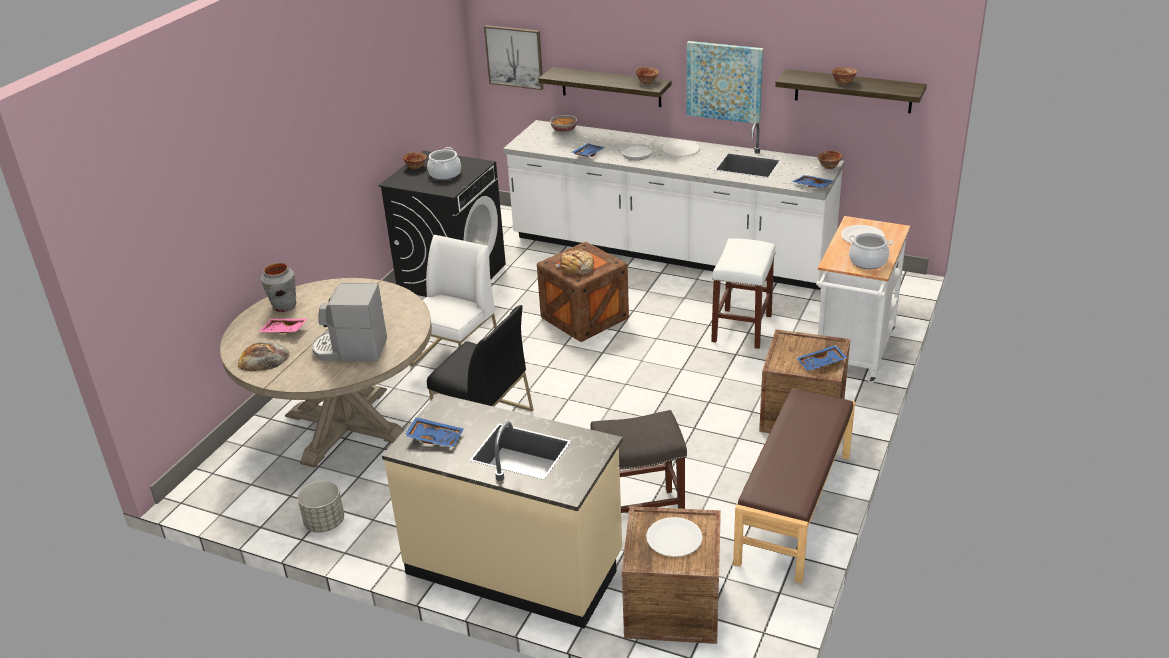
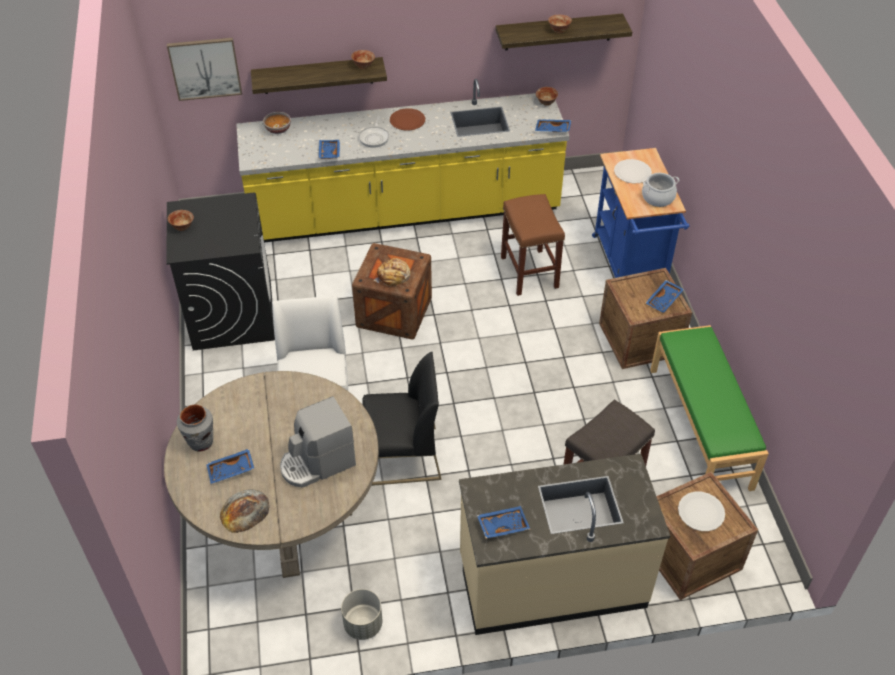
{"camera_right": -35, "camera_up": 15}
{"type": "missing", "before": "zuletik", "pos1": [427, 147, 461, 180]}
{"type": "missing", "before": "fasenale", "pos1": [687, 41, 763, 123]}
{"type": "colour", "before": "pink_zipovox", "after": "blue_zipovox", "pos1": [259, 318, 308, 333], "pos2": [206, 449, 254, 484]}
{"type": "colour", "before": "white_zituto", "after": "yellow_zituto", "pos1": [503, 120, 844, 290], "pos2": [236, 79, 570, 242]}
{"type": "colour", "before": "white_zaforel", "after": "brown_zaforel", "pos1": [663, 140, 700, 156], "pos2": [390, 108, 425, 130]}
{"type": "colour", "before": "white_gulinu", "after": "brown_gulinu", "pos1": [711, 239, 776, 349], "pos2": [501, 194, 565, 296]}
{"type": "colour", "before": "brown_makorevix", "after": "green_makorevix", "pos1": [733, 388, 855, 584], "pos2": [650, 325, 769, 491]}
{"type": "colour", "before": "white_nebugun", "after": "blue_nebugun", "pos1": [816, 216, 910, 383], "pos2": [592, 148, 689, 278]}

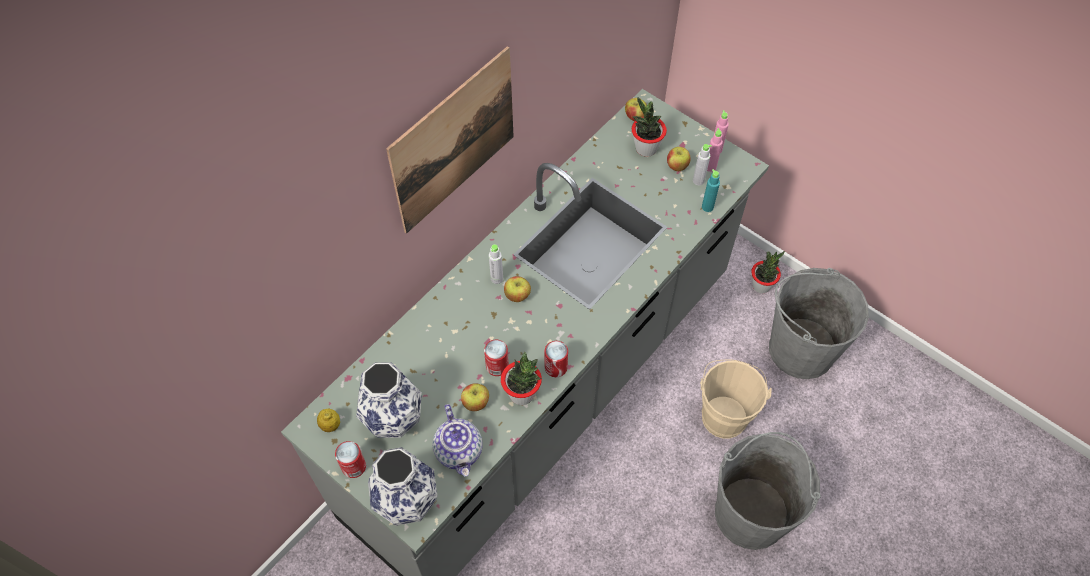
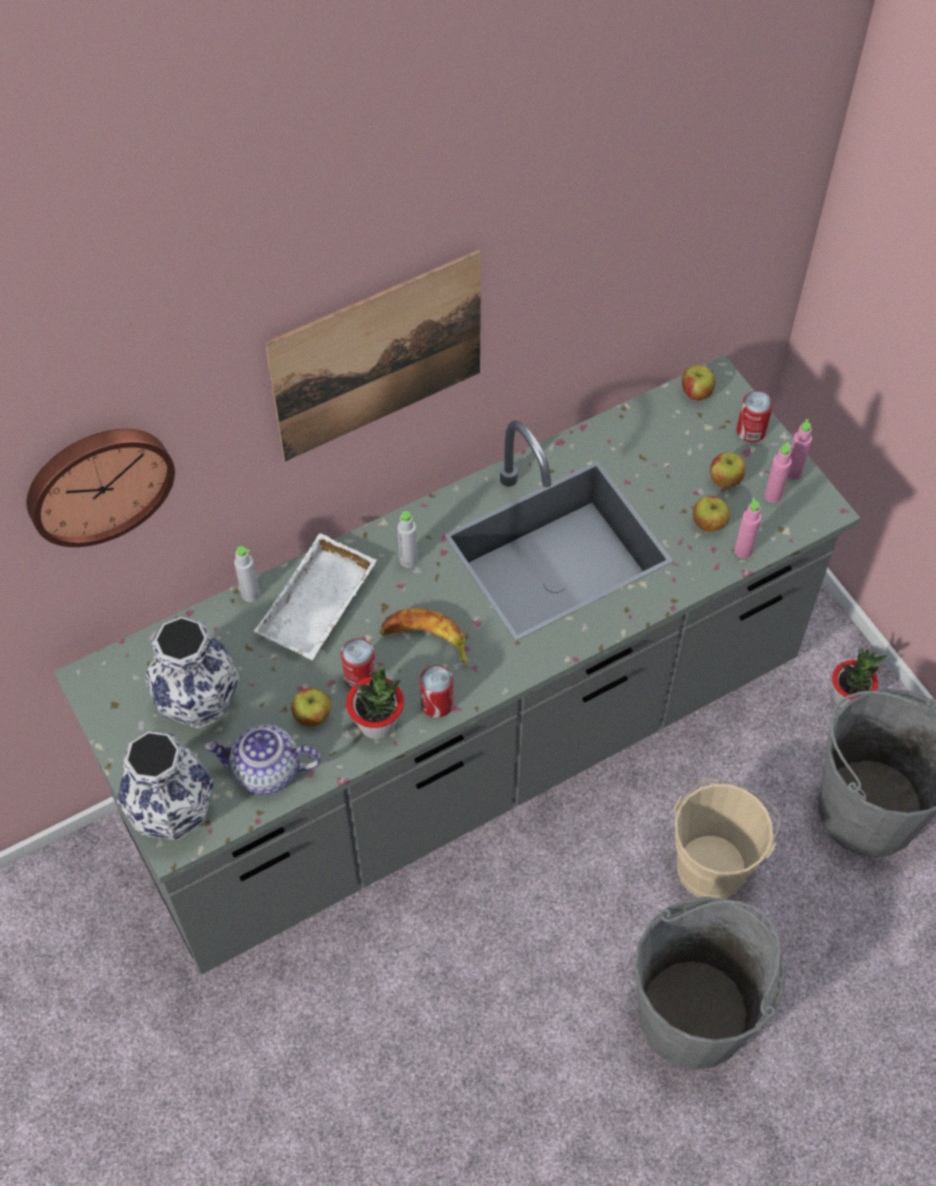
{"camera_right": 20, "camera_up": 0}
{"type": "missing", "before": "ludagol", "pos1": [317, 409, 340, 432]}
{"type": "missing", "before": "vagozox", "pos1": [632, 97, 667, 157]}
{"type": "appeared", "after": "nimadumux", "pos2": [27, 429, 175, 547]}
{"type": "appeared", "after": "white_zipovox", "pos2": [254, 533, 377, 661]}
{"type": "appeared", "after": "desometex", "pos2": [380, 608, 468, 668]}
{"type": "relocated", "before": "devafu", "pos1": [335, 441, 366, 478], "pos2": [737, 391, 773, 442]}
{"type": "relocated", "before": "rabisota", "pos1": [504, 276, 531, 302], "pos2": [693, 496, 730, 532]}
{"type": "relocated", "before": "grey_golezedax", "pos1": [693, 144, 712, 186], "pos2": [234, 546, 260, 602]}
{"type": "colour", "before": "turquoise_golezedax", "after": "pink_golezedax", "pos1": [702, 169, 720, 212], "pos2": [734, 498, 761, 558]}
{"type": "spun", "before": "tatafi", "pos1": [433, 404, 483, 476], "pos2": [204, 724, 321, 794], "turn": 90}

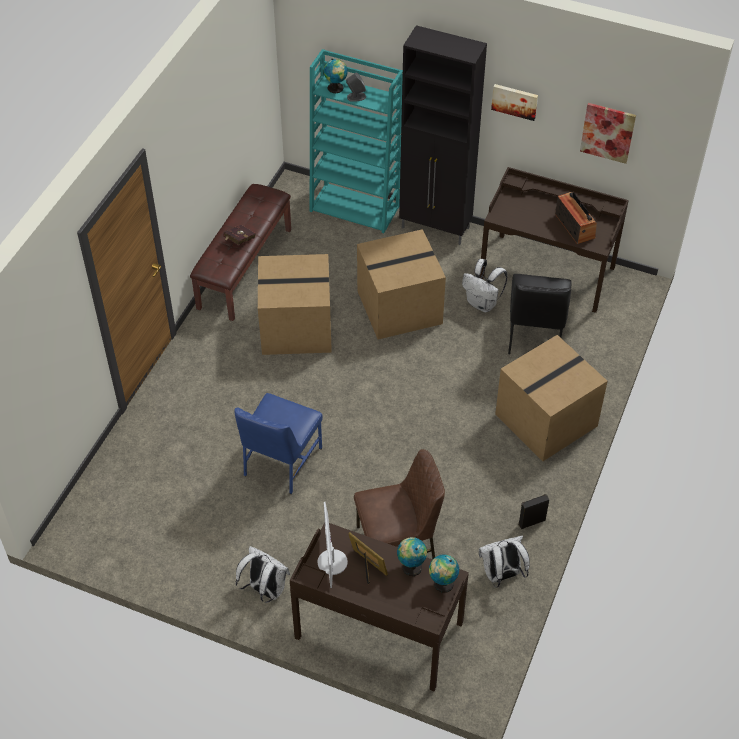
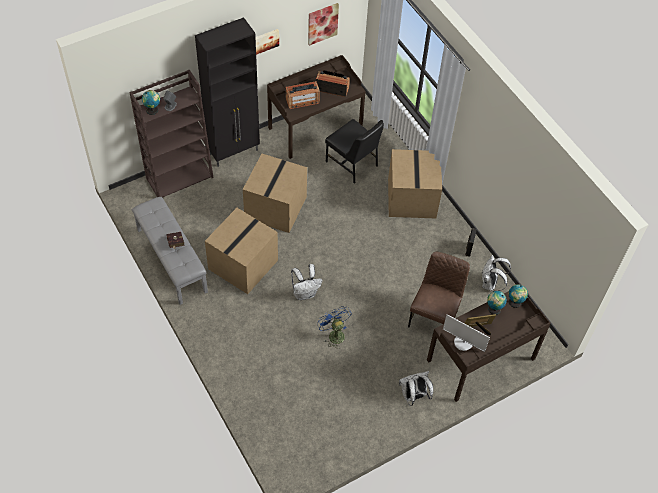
{"camera_right": -55, "camera_up": 5}
{"type": "appeared", "after": "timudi", "pos2": [286, 81, 320, 109]}
{"type": "relocated", "before": "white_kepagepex", "pos1": [462, 259, 507, 312], "pos2": [291, 264, 322, 300]}
{"type": "exchanged", "before": "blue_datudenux", "after": "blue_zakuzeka", "pos1": [234, 393, 323, 494], "pos2": [317, 307, 352, 349]}
{"type": "colour", "before": "brown_makorevix", "after": "grey_makorevix", "pos1": [190, 184, 291, 321], "pos2": [132, 197, 208, 305]}
{"type": "colour", "before": "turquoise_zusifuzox", "after": "brown_zusifuzox", "pos1": [310, 49, 403, 233], "pos2": [129, 70, 214, 198]}

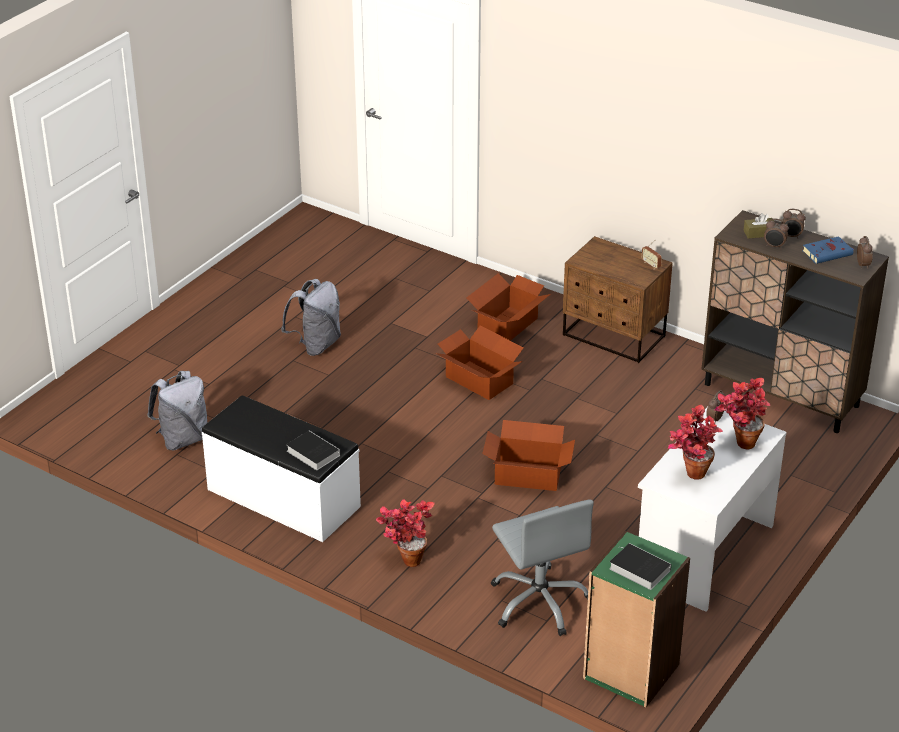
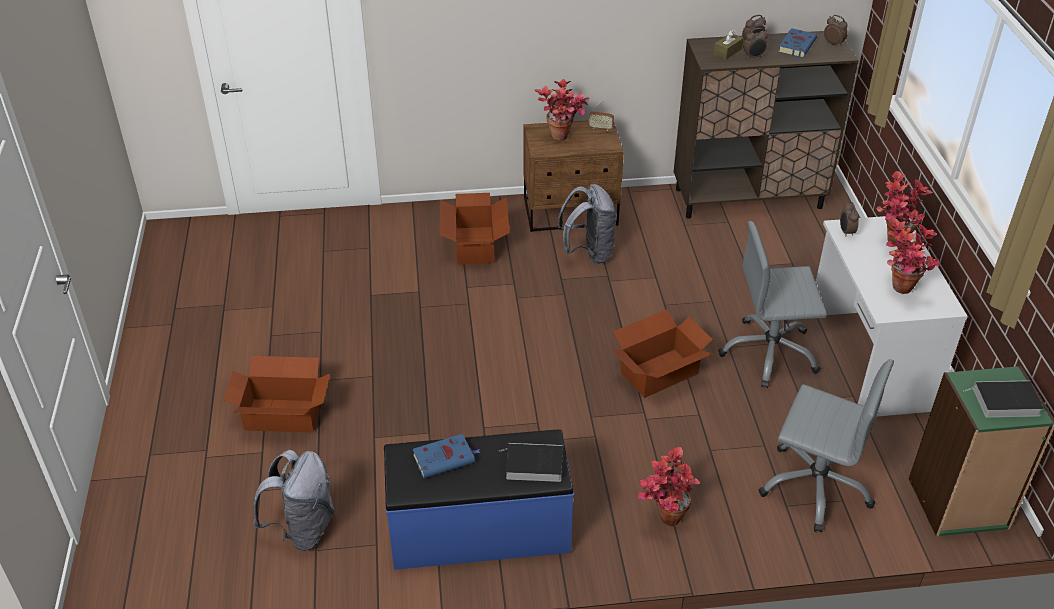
{"camera_right": -40, "camera_up": 5}
{"type": "appeared", "after": "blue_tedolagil", "pos2": [413, 434, 480, 478]}
{"type": "appeared", "after": "vagozox", "pos2": [535, 79, 590, 141]}
{"type": "appeared", "after": "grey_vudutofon", "pos2": [718, 221, 827, 388]}
{"type": "relocated", "before": "grey_kepagepex", "pos1": [281, 279, 341, 356], "pos2": [558, 184, 617, 264]}
{"type": "relocated", "before": "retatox", "pos1": [436, 325, 523, 400], "pos2": [223, 356, 331, 433]}
{"type": "colour", "before": "white_makorevix", "after": "blue_makorevix", "pos1": [202, 396, 361, 542], "pos2": [384, 429, 574, 570]}

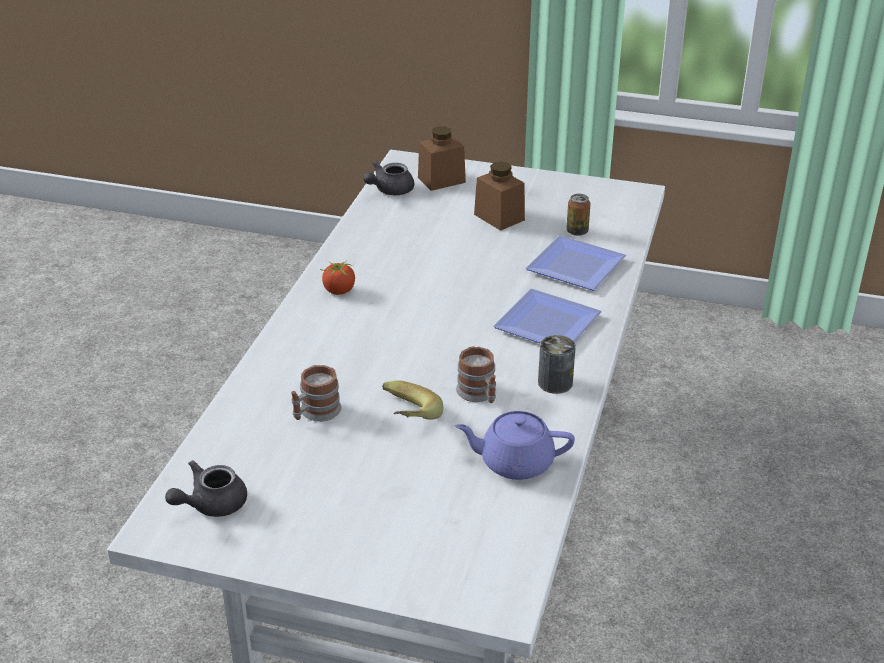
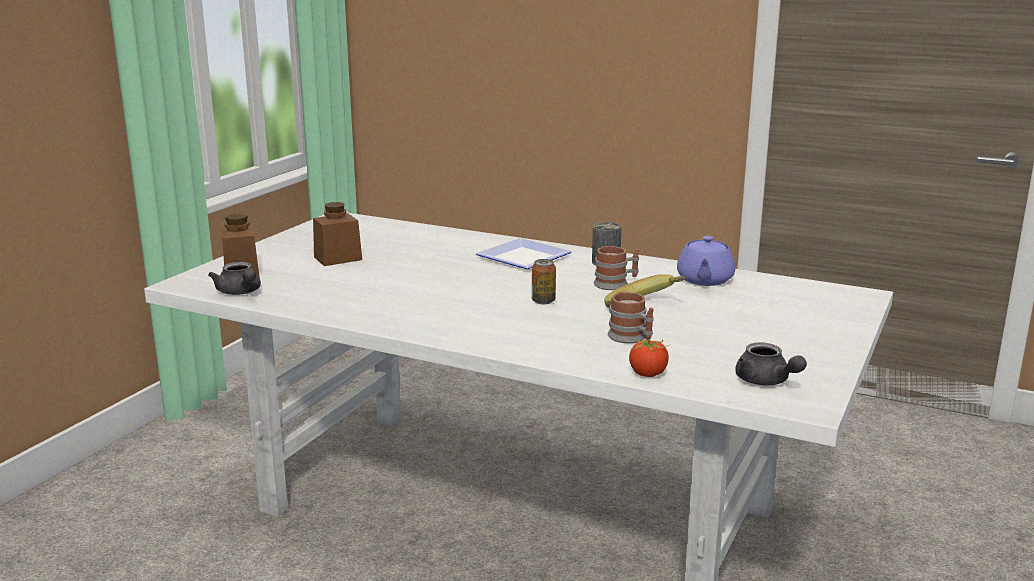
{"camera_right": -80, "camera_up": -15}
{"type": "missing", "before": "zaforel", "pos1": [525, 235, 626, 290]}
{"type": "relocated", "before": "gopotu", "pos1": [320, 260, 355, 295], "pos2": [629, 339, 669, 377]}
{"type": "relocated", "before": "devafu", "pos1": [566, 194, 591, 236], "pos2": [532, 259, 556, 304]}

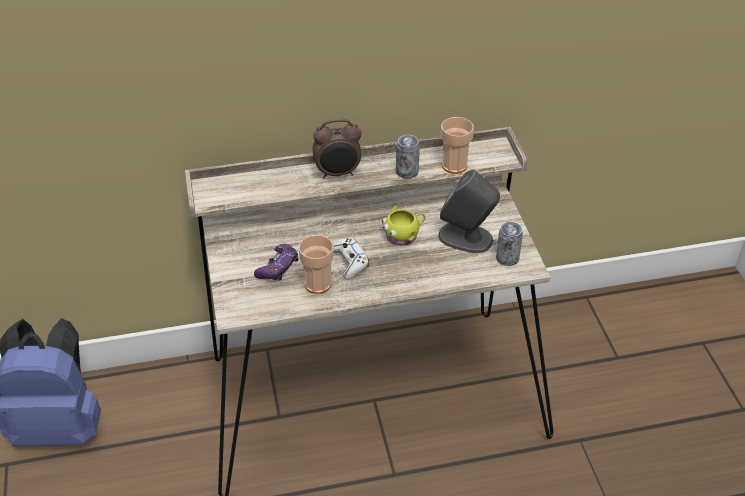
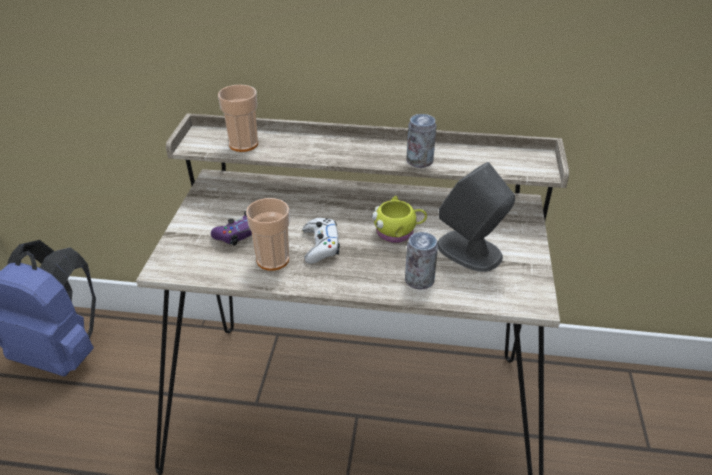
{"camera_right": 20, "camera_up": -5}
{"type": "missing", "before": "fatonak", "pos1": [313, 119, 361, 179]}
{"type": "relocated", "before": "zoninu", "pos1": [441, 117, 474, 174], "pos2": [218, 85, 258, 152]}
{"type": "relocated", "before": "devafu", "pos1": [496, 222, 523, 266], "pos2": [405, 232, 438, 290]}

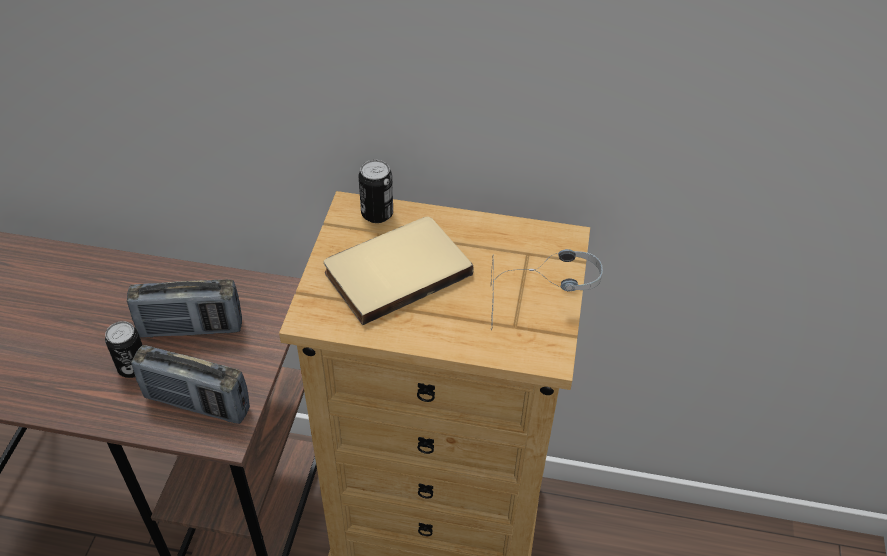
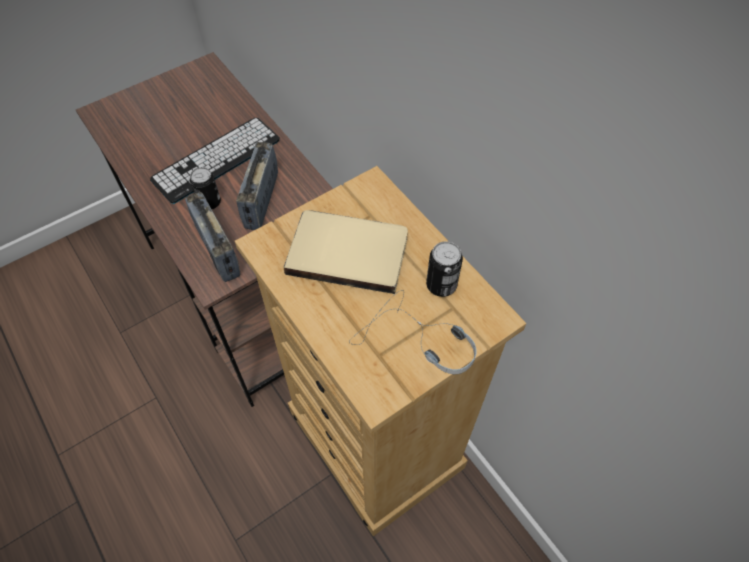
{"camera_right": 45, "camera_up": 10}
{"type": "appeared", "after": "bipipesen", "pos2": [150, 117, 280, 204]}
{"type": "relocated", "before": "devafu", "pos1": [358, 160, 393, 223], "pos2": [426, 241, 463, 297]}
{"type": "spun", "before": "timudi", "pos1": [127, 279, 242, 337], "pos2": [236, 142, 278, 230], "turn": 60}

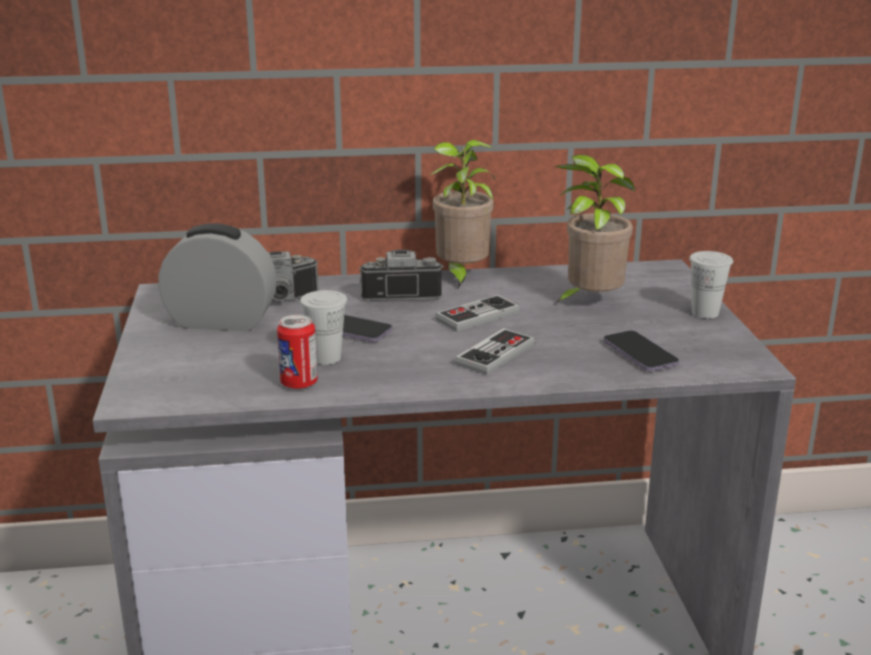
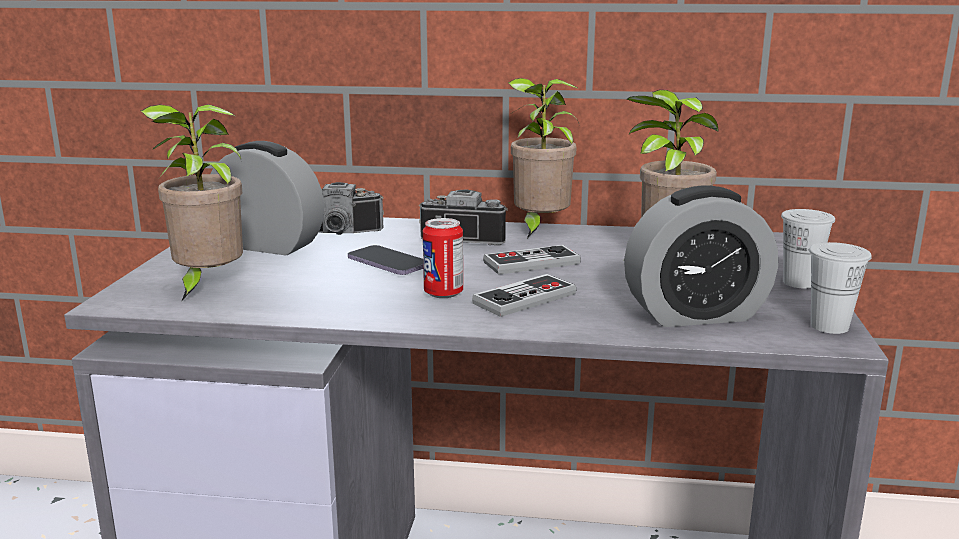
{"camera_right": 15, "camera_up": -5}
{"type": "appeared", "after": "vagozox", "pos2": [140, 104, 243, 302]}
{"type": "relocated", "before": "devafu", "pos1": [277, 315, 318, 390], "pos2": [423, 218, 463, 298]}
{"type": "relocated", "before": "white_zoninu", "pos1": [300, 290, 347, 365], "pos2": [809, 242, 872, 334]}
{"type": "exchanged", "before": "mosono", "after": "fatonak", "pos1": [603, 331, 679, 371], "pos2": [624, 185, 778, 327]}

